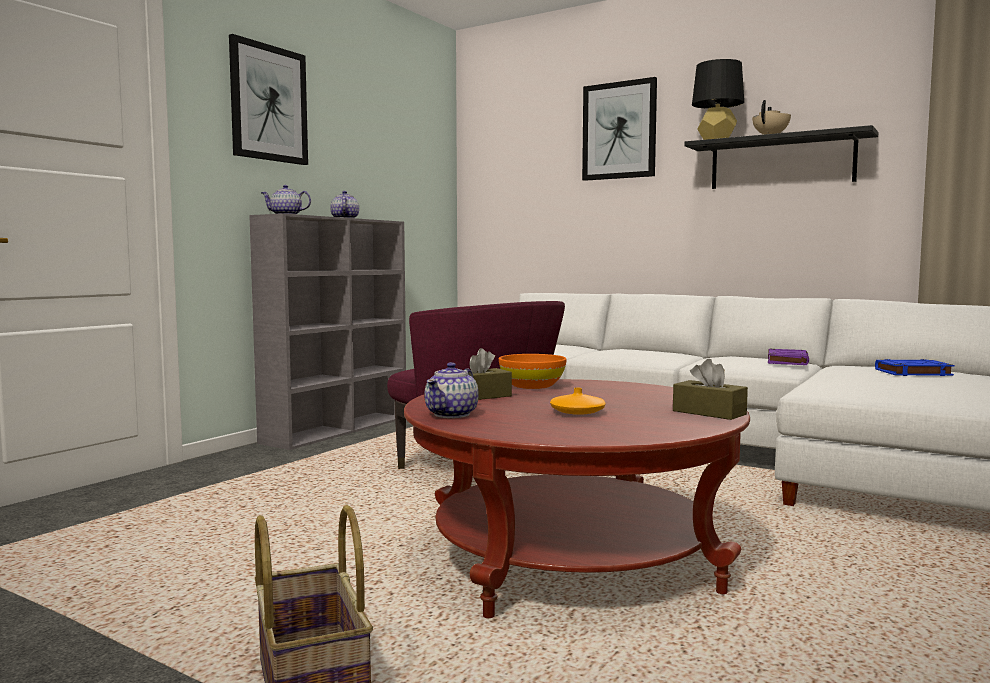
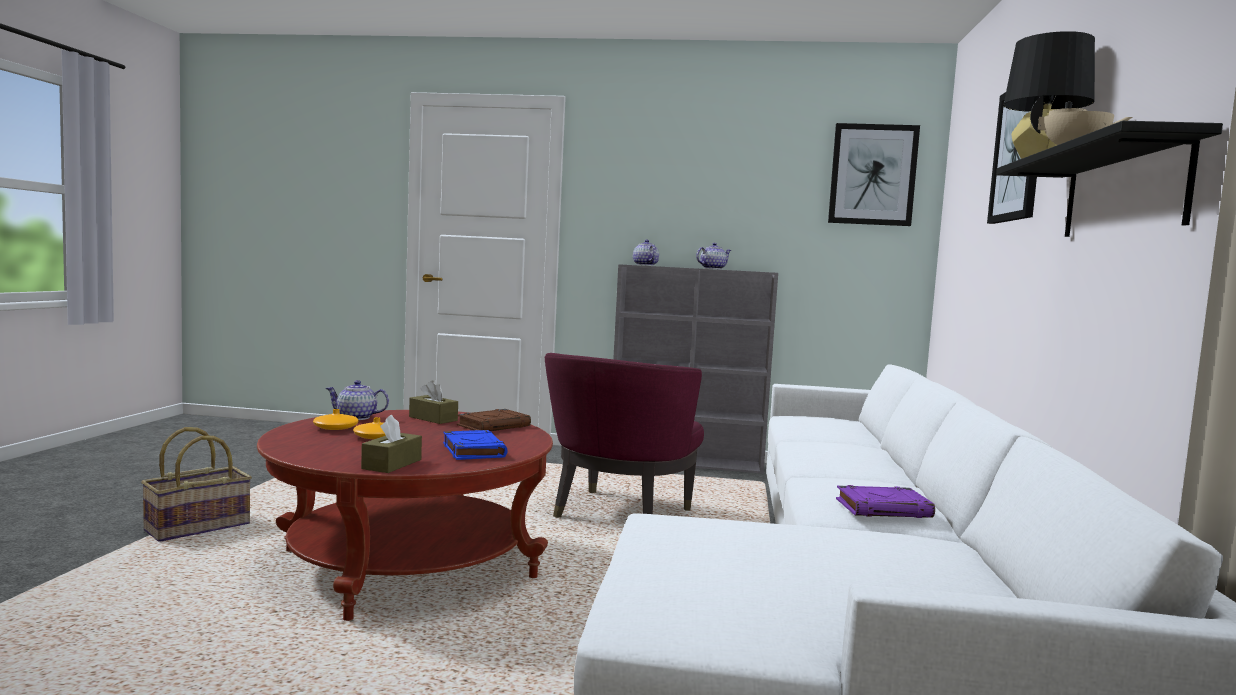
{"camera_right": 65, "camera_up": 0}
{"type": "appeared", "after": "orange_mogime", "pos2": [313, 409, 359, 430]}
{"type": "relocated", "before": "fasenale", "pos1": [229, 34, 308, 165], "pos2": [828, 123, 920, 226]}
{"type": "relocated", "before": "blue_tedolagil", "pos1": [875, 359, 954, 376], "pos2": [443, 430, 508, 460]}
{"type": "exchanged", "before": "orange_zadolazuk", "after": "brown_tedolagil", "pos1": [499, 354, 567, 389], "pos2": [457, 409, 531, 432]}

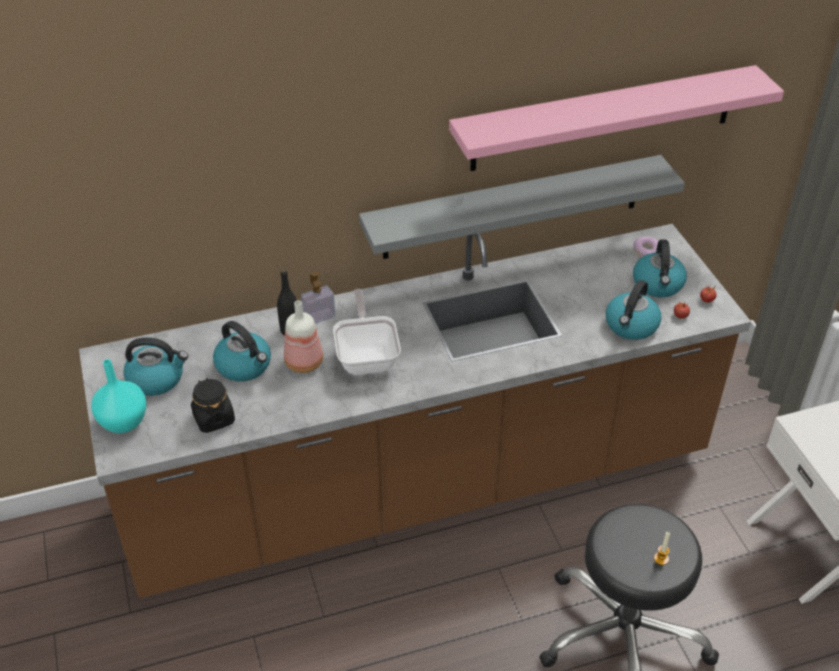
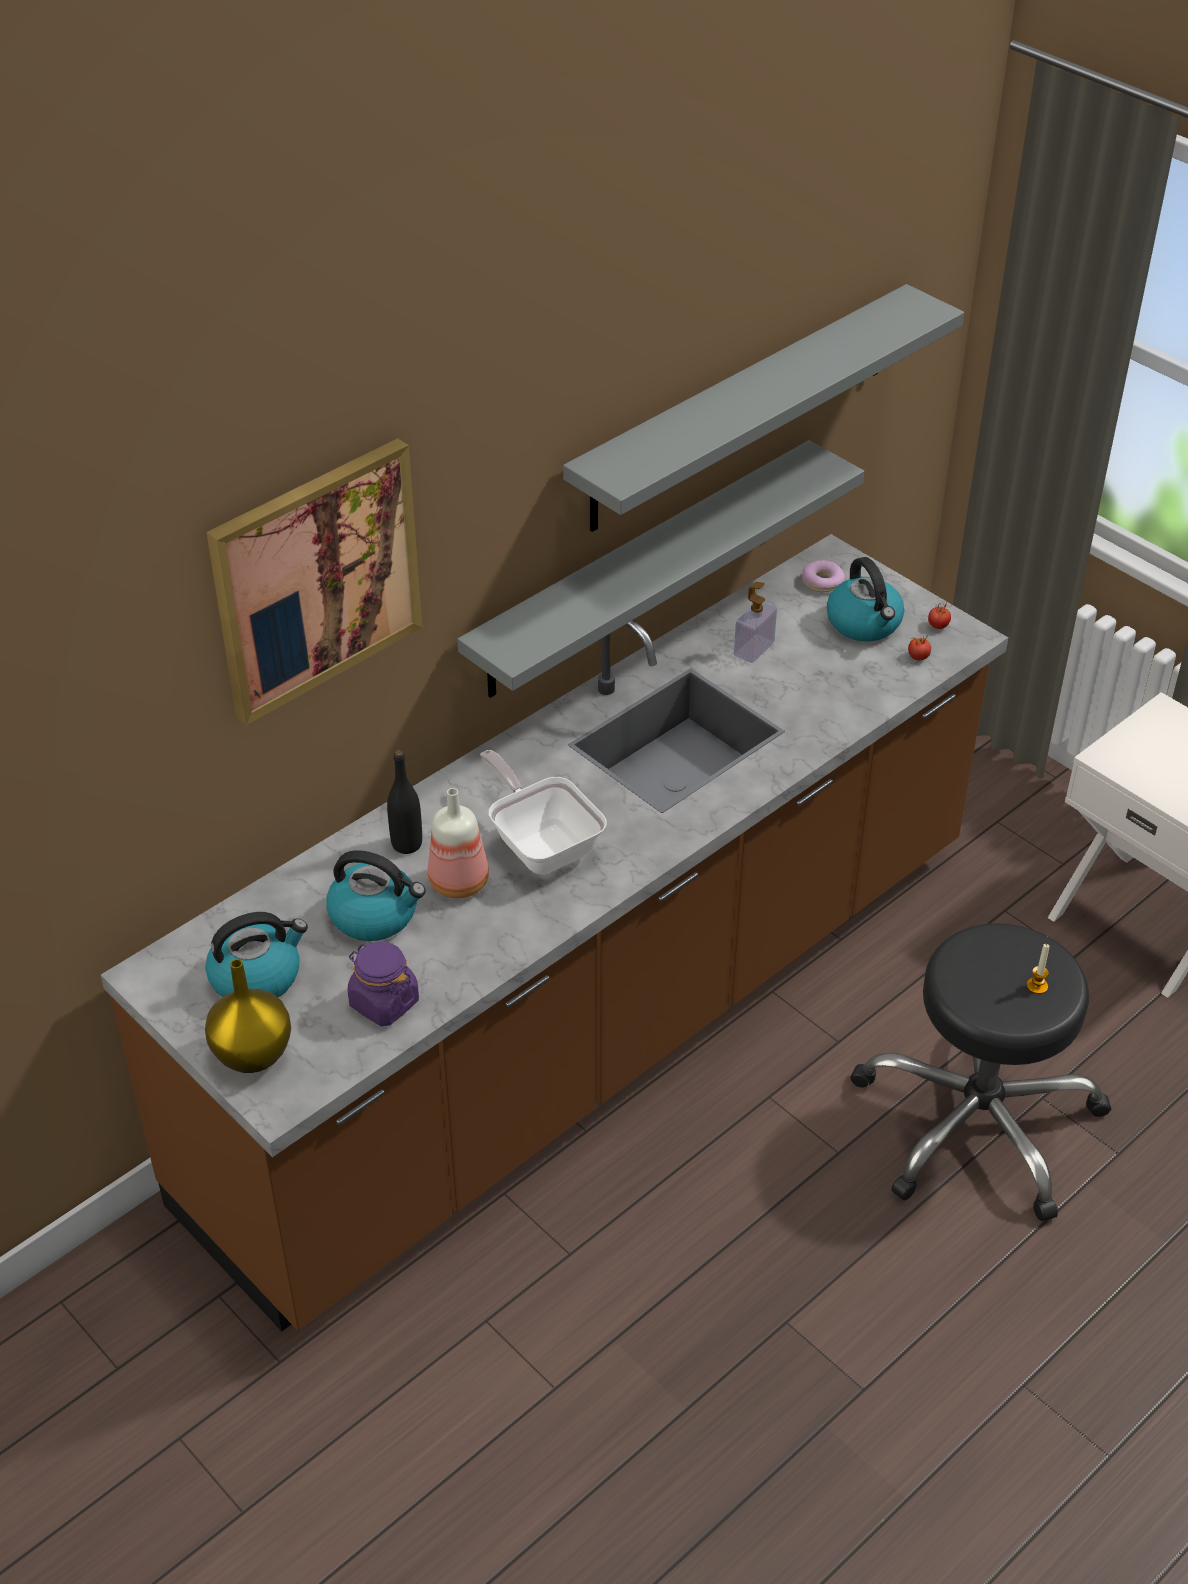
{"camera_right": -25, "camera_up": 0}
{"type": "missing", "before": "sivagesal", "pos1": [606, 280, 661, 340]}
{"type": "appeared", "after": "fasenale", "pos2": [206, 438, 422, 725]}
{"type": "relocated", "before": "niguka", "pos1": [301, 272, 335, 324], "pos2": [734, 582, 777, 663]}
{"type": "colour", "before": "turquoise_mogime", "after": "yellow_mogime", "pos1": [91, 359, 147, 433], "pos2": [205, 959, 291, 1073]}
{"type": "colour", "before": "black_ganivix", "after": "purple_ganivix", "pos1": [191, 378, 235, 433], "pos2": [348, 942, 419, 1026]}
{"type": "colour", "before": "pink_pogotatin", "after": "grey_pogotatin", "pos1": [449, 65, 784, 171], "pos2": [563, 284, 964, 532]}

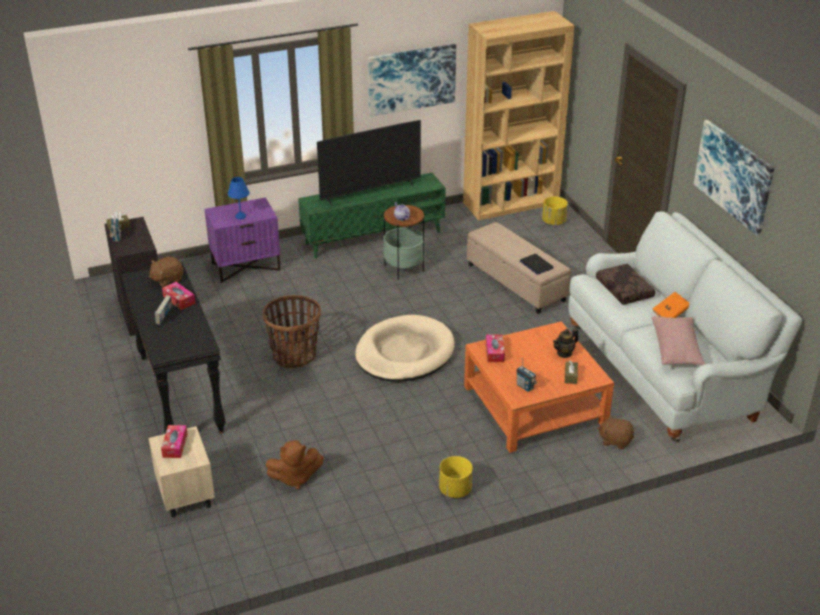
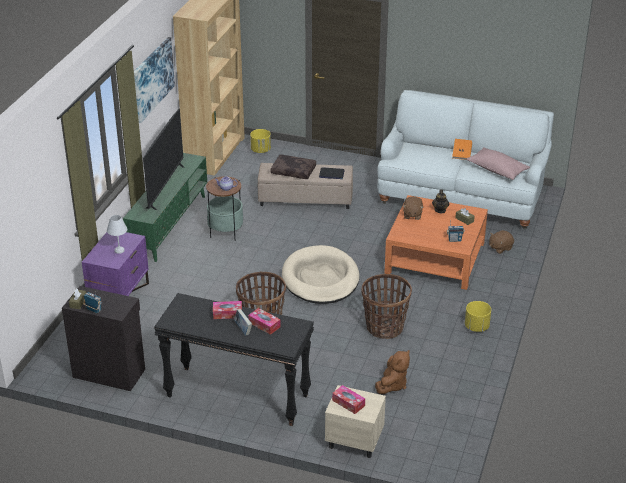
{"camera_right": -50, "camera_up": 0}
{"type": "missing", "before": "fasenale", "pos1": [694, 120, 774, 236]}
{"type": "appeared", "after": "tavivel", "pos2": [361, 274, 412, 339]}
{"type": "relocated", "before": "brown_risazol", "pos1": [149, 256, 183, 287], "pos2": [403, 196, 424, 220]}
{"type": "relocated", "before": "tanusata", "pos1": [486, 335, 505, 362], "pos2": [248, 308, 281, 335]}
{"type": "relocated", "before": "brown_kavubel", "pos1": [596, 264, 655, 305], "pos2": [270, 154, 316, 179]}
{"type": "colour", "before": "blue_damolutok", "after": "white_damolutok", "pos1": [228, 177, 250, 219], "pos2": [107, 215, 127, 254]}

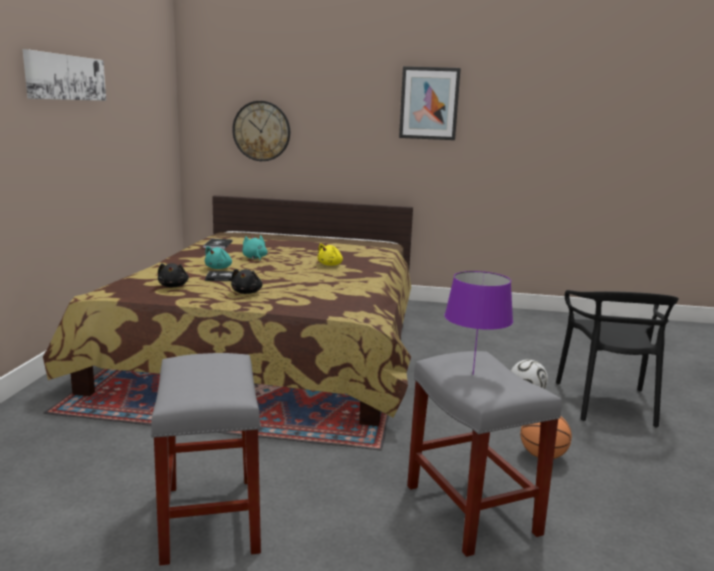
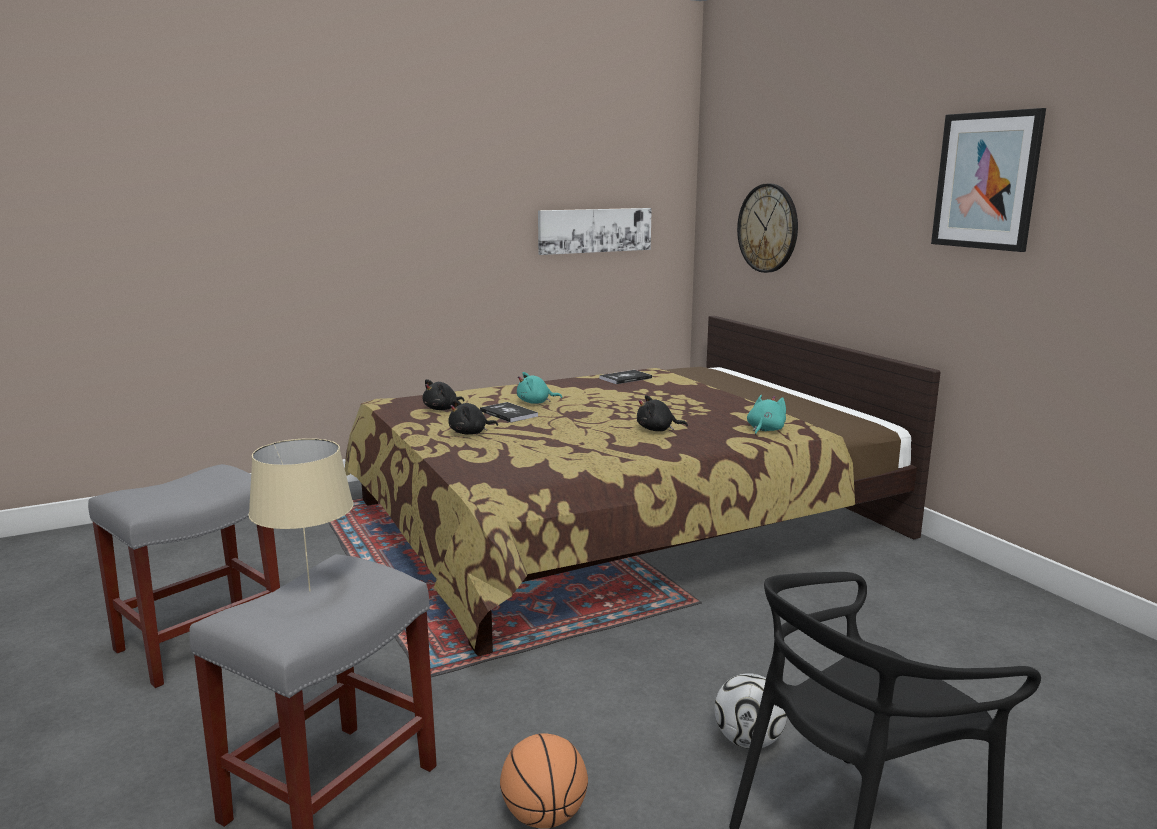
{"camera_right": 55, "camera_up": 0}
{"type": "relocated", "before": "fasenale", "pos1": [22, 49, 106, 101], "pos2": [538, 208, 652, 255]}
{"type": "relocated", "before": "turquoise_risazol", "pos1": [242, 235, 267, 261], "pos2": [747, 395, 786, 435]}
{"type": "colour", "before": "yellow_risazol", "after": "black_risazol", "pos1": [317, 243, 343, 266], "pos2": [637, 395, 688, 431]}
{"type": "colour", "before": "purple_damolutok", "after": "beige_damolutok", "pos1": [444, 271, 513, 375], "pos2": [248, 438, 354, 591]}

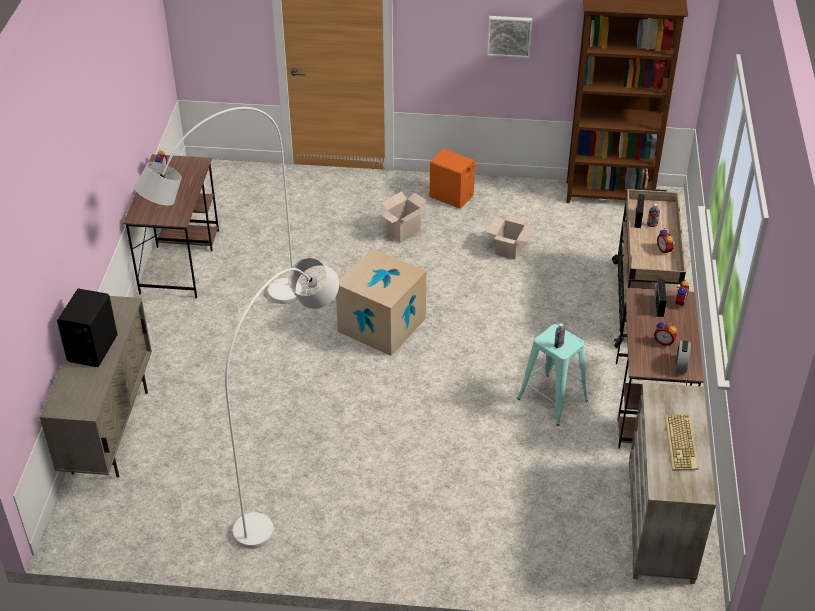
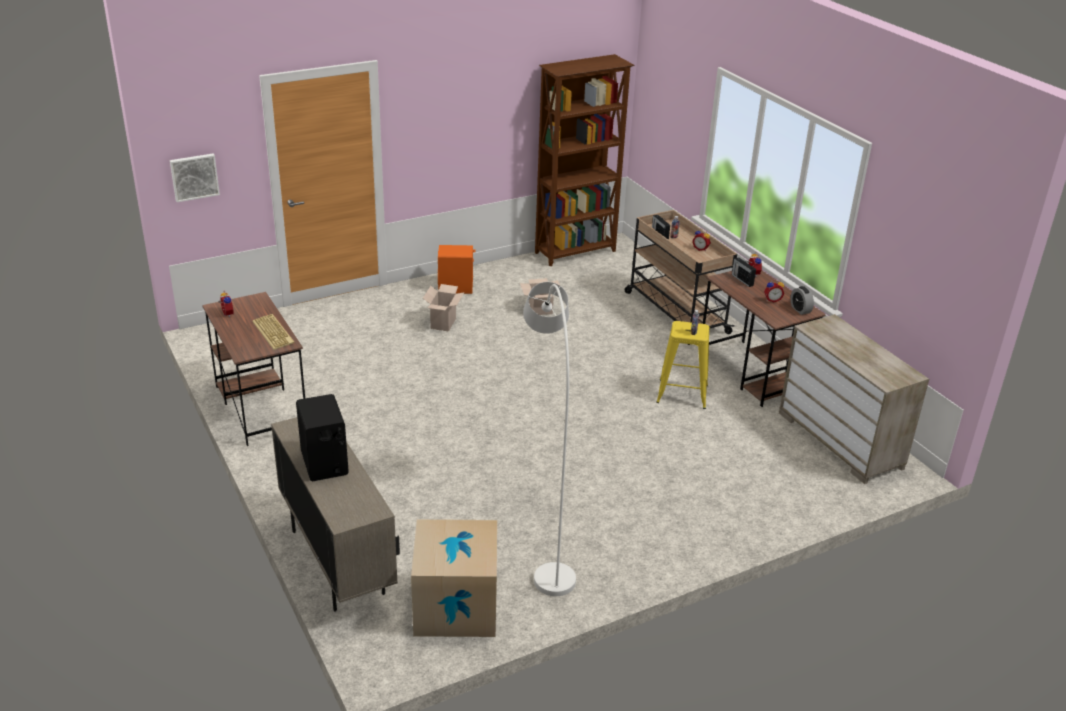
{"camera_right": -35, "camera_up": -10}
{"type": "missing", "before": "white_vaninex", "pos1": [134, 107, 302, 304]}
{"type": "relocated", "before": "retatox", "pos1": [336, 248, 426, 356], "pos2": [411, 519, 497, 637]}
{"type": "relocated", "before": "fasenale", "pos1": [487, 16, 532, 58], "pos2": [170, 154, 220, 202]}
{"type": "relocated", "before": "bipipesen", "pos1": [665, 414, 699, 470], "pos2": [252, 314, 295, 350]}
{"type": "colour", "before": "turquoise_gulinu", "after": "yellow_gulinu", "pos1": [517, 324, 588, 426], "pos2": [656, 321, 709, 409]}

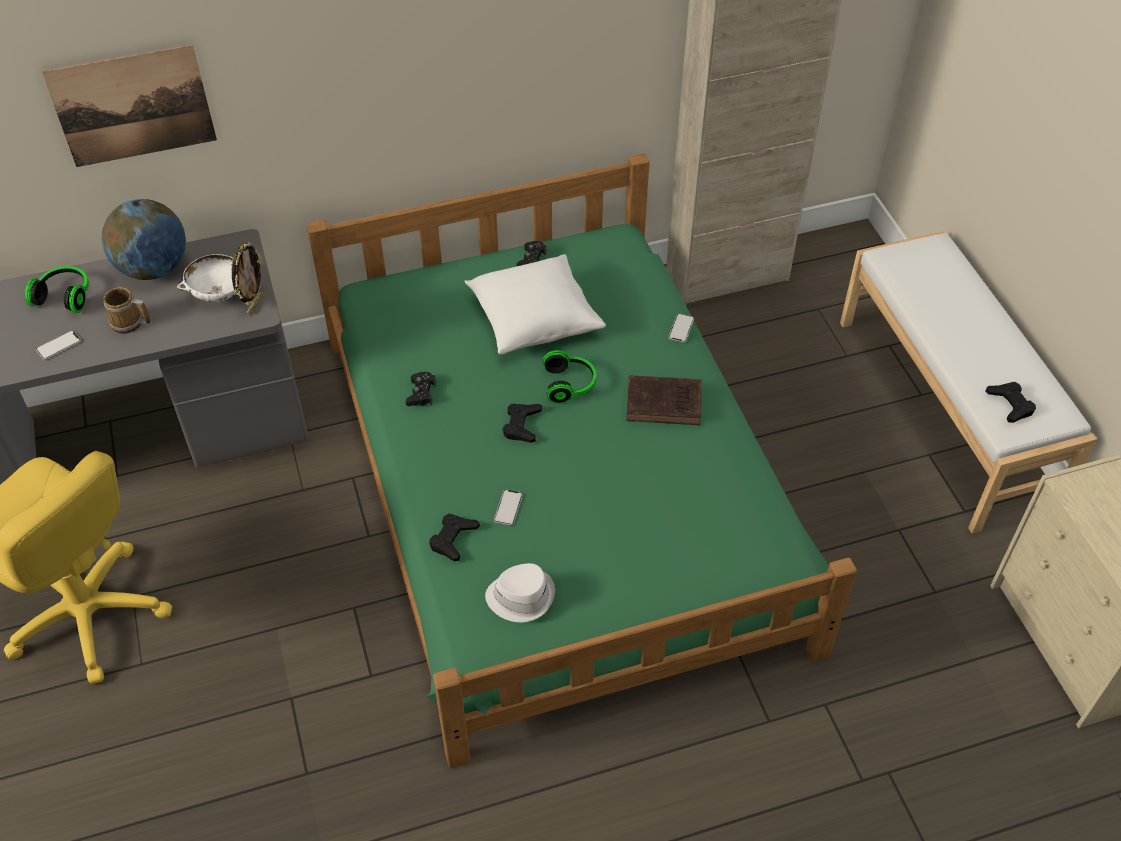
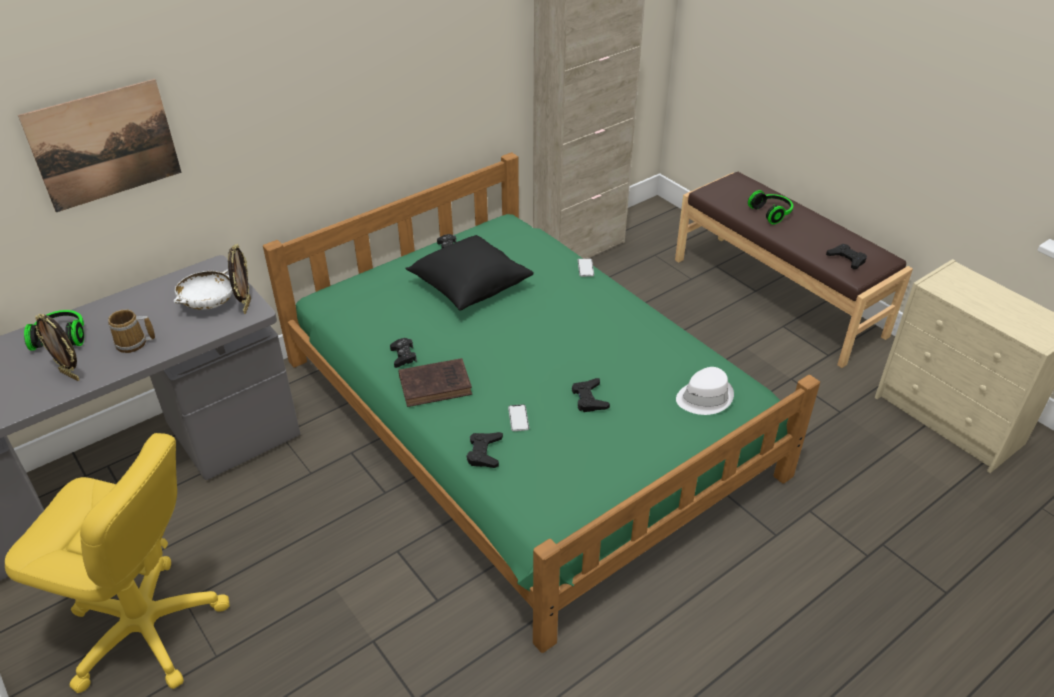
{"camera_right": -20, "camera_up": -10}
{"type": "missing", "before": "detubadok", "pos1": [102, 199, 186, 280]}
{"type": "relocated", "before": "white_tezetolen", "pos1": [485, 563, 555, 622], "pos2": [676, 367, 734, 415]}
{"type": "relocated", "before": "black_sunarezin", "pos1": [503, 404, 542, 443], "pos2": [572, 378, 610, 412]}
{"type": "relocated", "before": "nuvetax", "pos1": [542, 350, 596, 404], "pos2": [748, 190, 793, 225]}
{"type": "relocated", "before": "brown_tedolagil", "pos1": [626, 375, 702, 425], "pos2": [399, 358, 472, 407]}
{"type": "exchanged", "before": "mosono", "after": "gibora", "pos1": [36, 330, 81, 360], "pos2": [35, 314, 80, 381]}
{"type": "colour", "before": "white_kavubel", "after": "black_kavubel", "pos1": [465, 254, 606, 355], "pos2": [406, 235, 534, 310]}
{"type": "colour", "before": "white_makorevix", "after": "brown_makorevix", "pos1": [840, 231, 1097, 533], "pos2": [675, 172, 913, 368]}

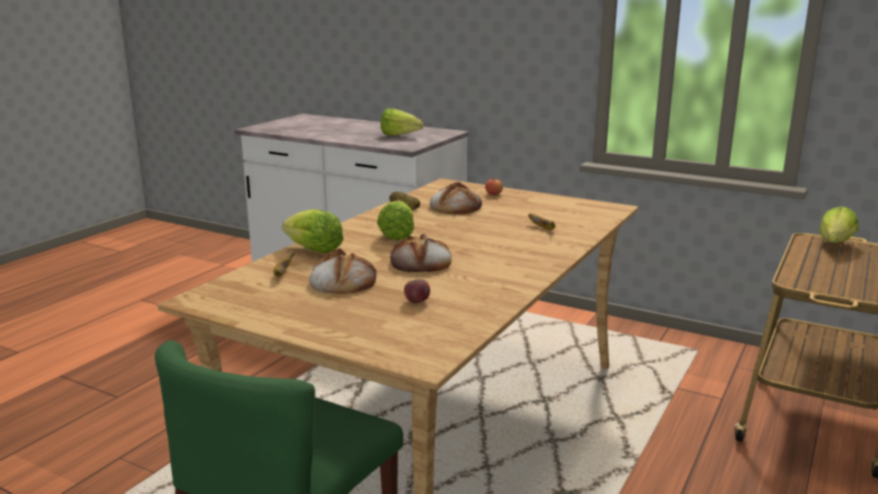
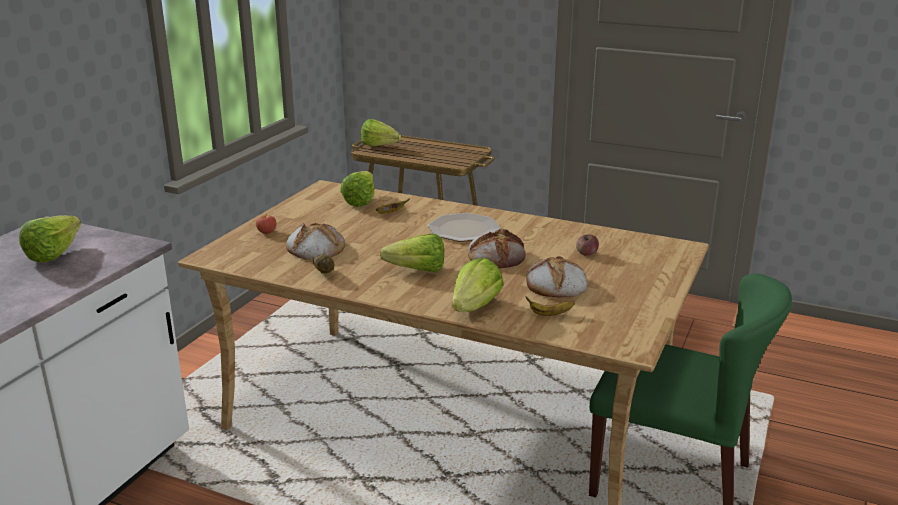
{"camera_right": -95, "camera_up": 5}
{"type": "appeared", "after": "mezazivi", "pos2": [340, 171, 375, 207]}
{"type": "appeared", "after": "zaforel", "pos2": [428, 213, 501, 242]}

